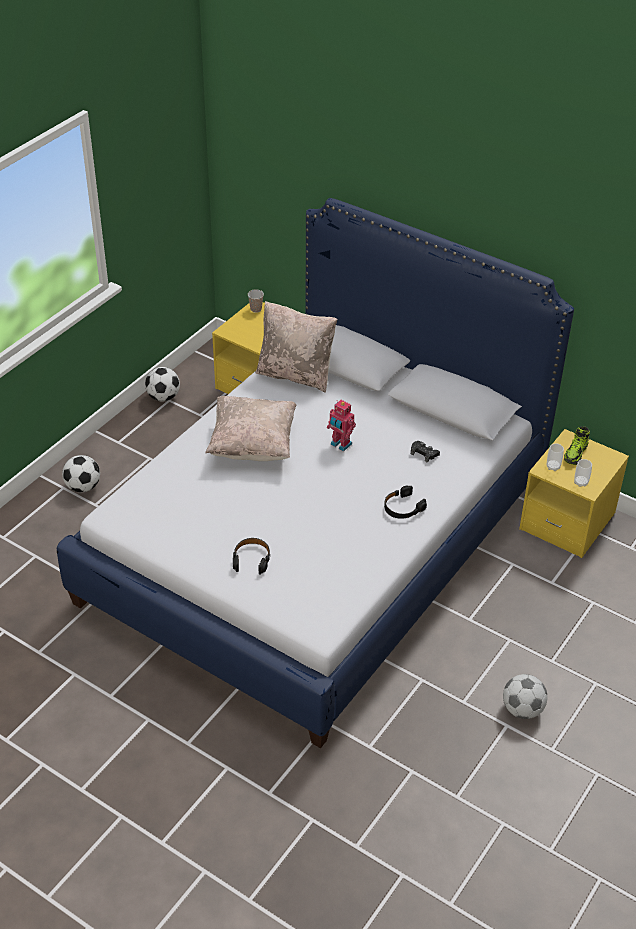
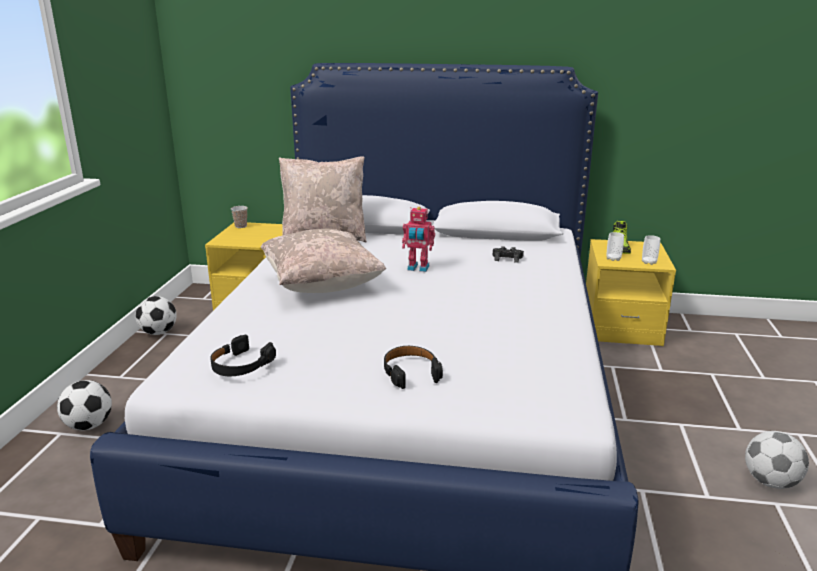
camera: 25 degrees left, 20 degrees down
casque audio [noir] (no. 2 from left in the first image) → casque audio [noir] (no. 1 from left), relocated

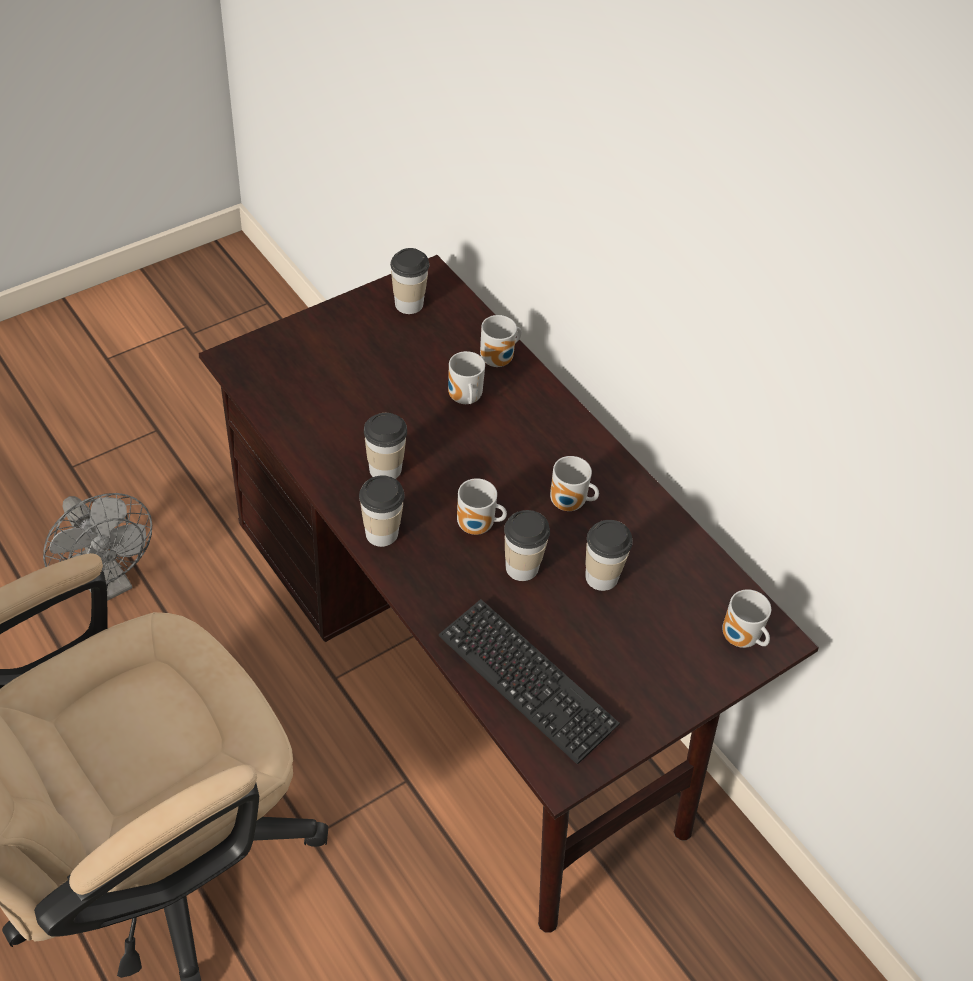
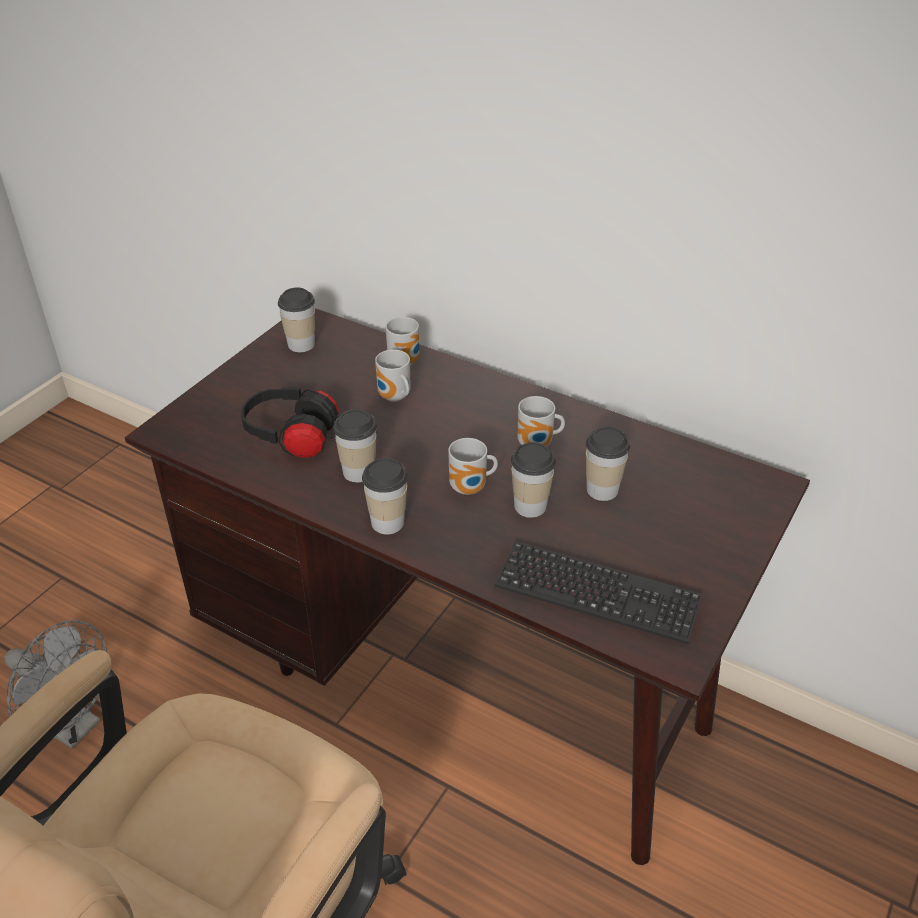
camera: 20 degrees left, 10 degrees down
mug (no. 5 from left) → -
- → casque audio [noir]

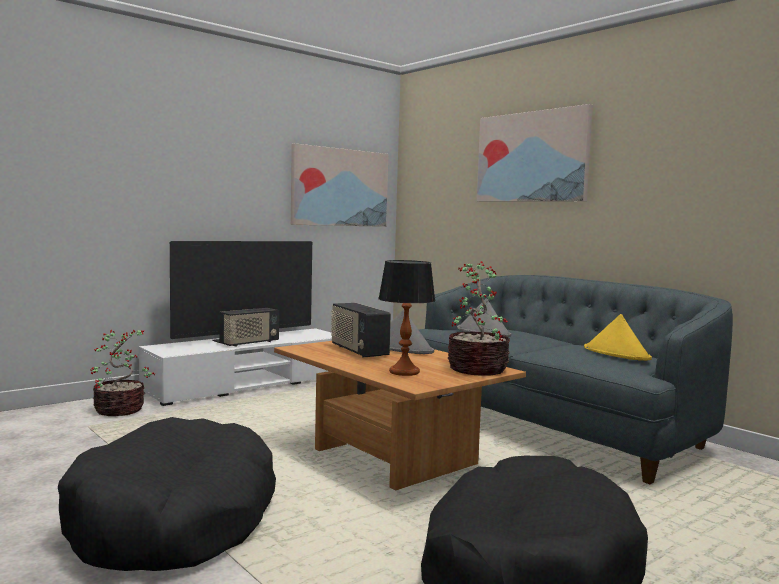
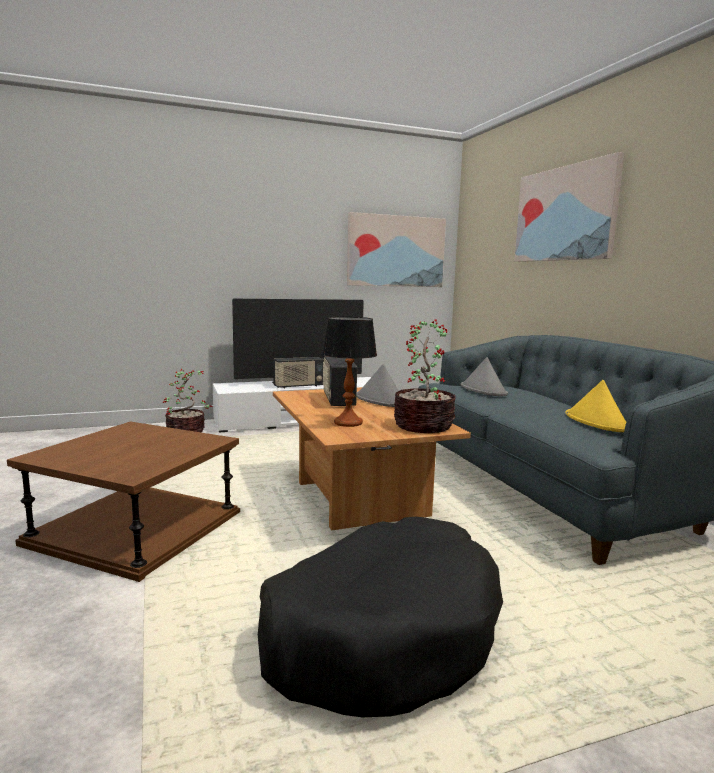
camera: 20 degrees right, 5 degrees up
panier pour chien [noir] (no. 1 from left) → table d'appoint [marron]

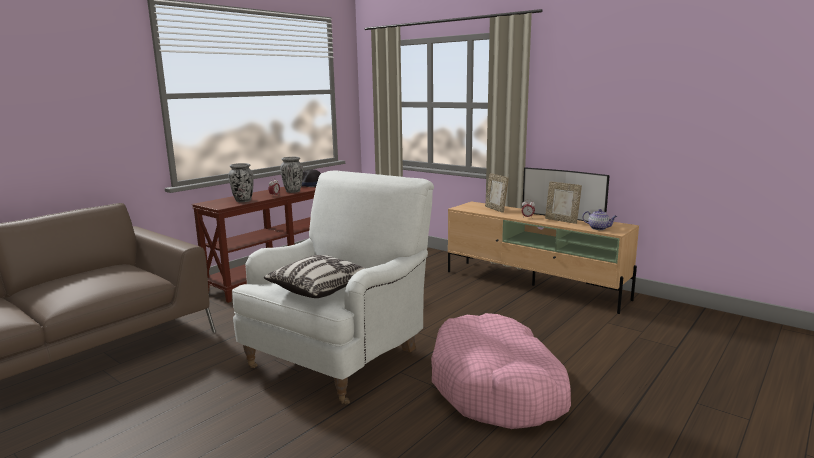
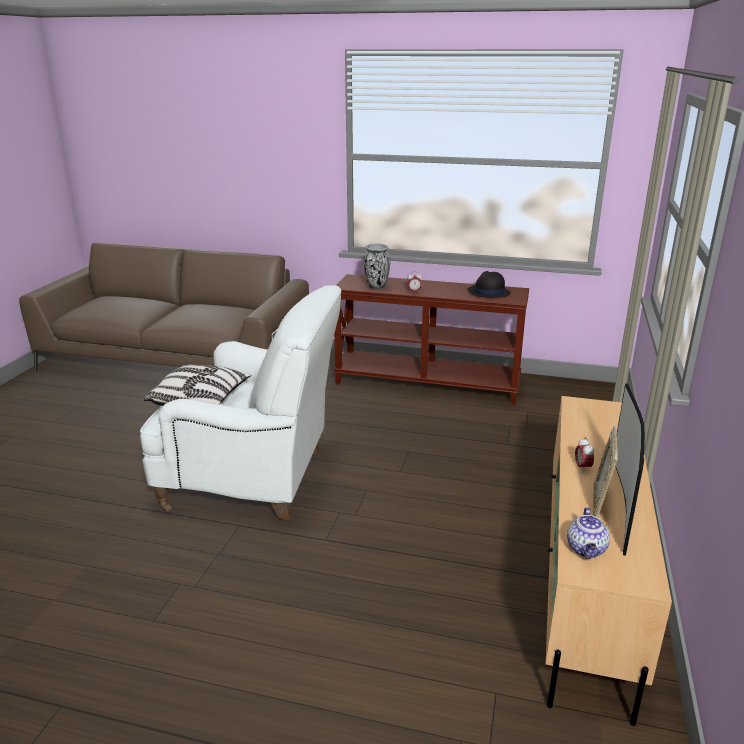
camera: 65 degrees right, 10 degrees up
vase (no. 2 from left) → -
panier pour chien [rose] → -
cadre photo (no. 1 from left) → -

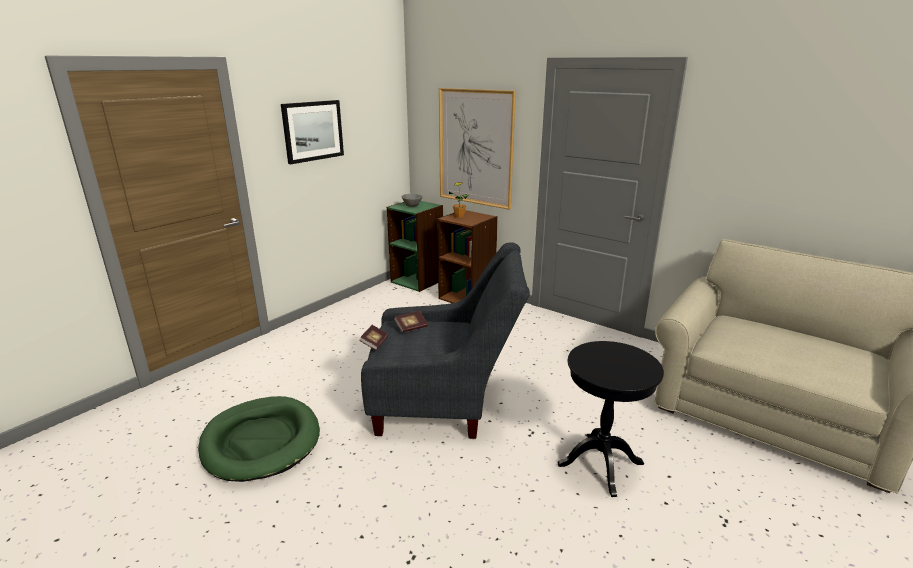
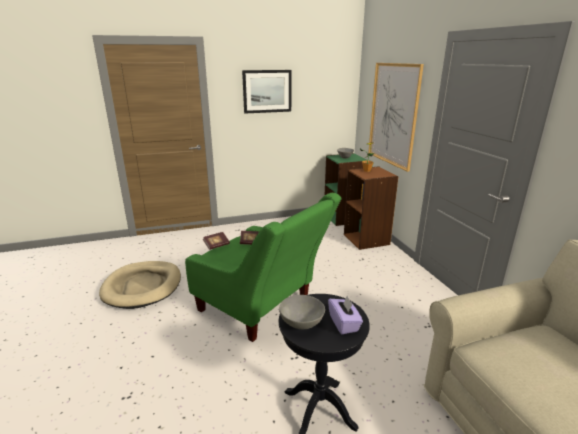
camera: 35 degrees right, 0 degrees up
- → bol [gris] (no. 1 from left)
- → boîte à mouchoirs [violet]
panier pour chien [vert] → panier pour chien [beige]
fauteuil [gris] → fauteuil [vert]

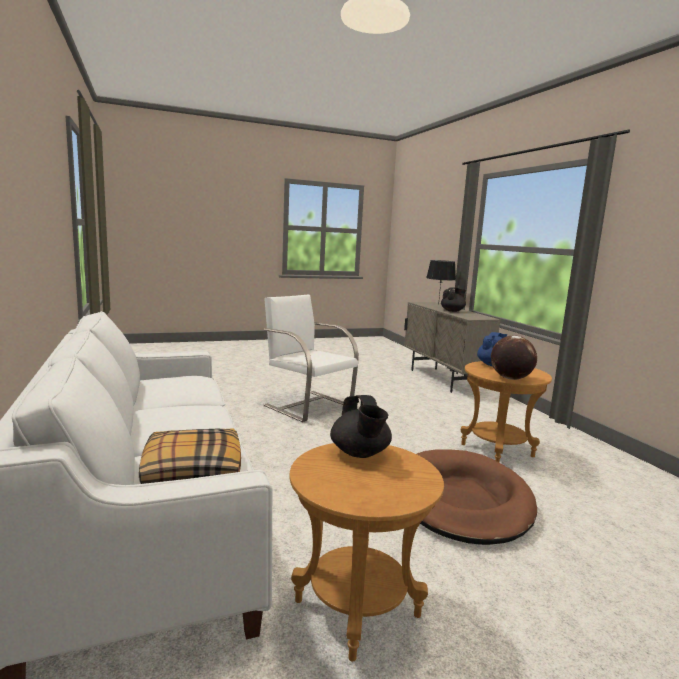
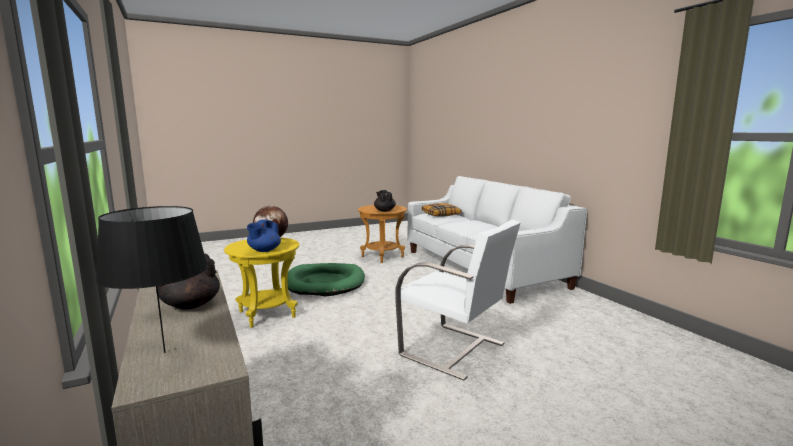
camera: 175 degrees right, 0 degrees up
panier pour chien [marron] → panier pour chien [vert]
table d'appoint [marron] (no. 2 from left) → table d'appoint [jaune]

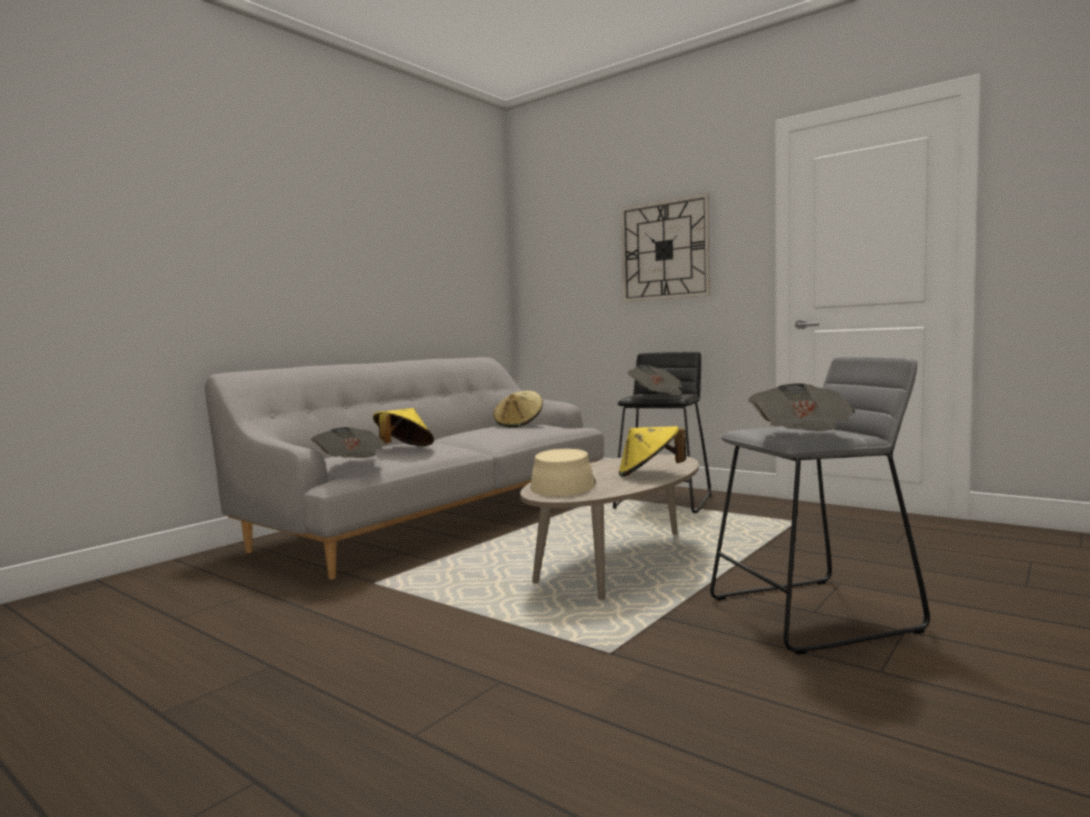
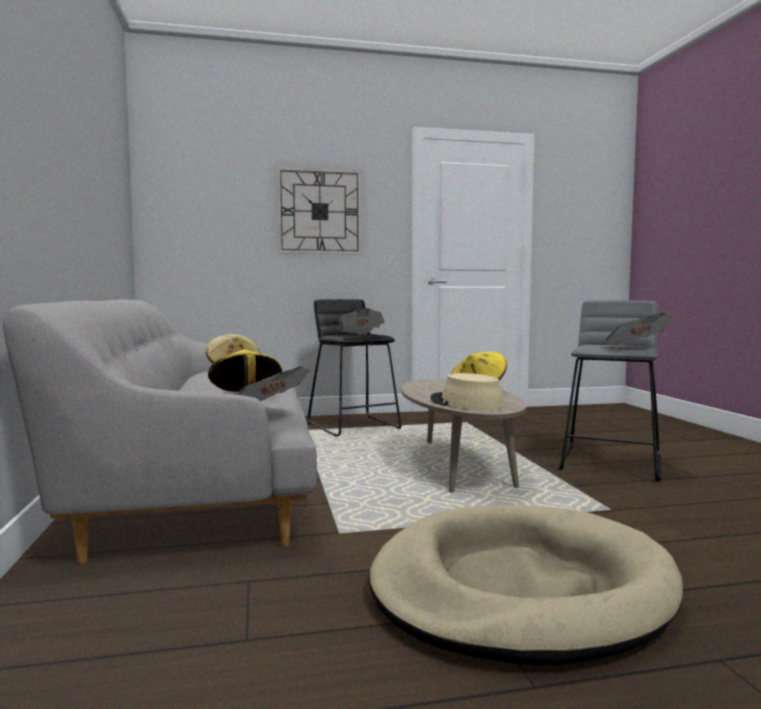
camera: 50 degrees left, 0 degrees up
- → panier pour chien [beige]

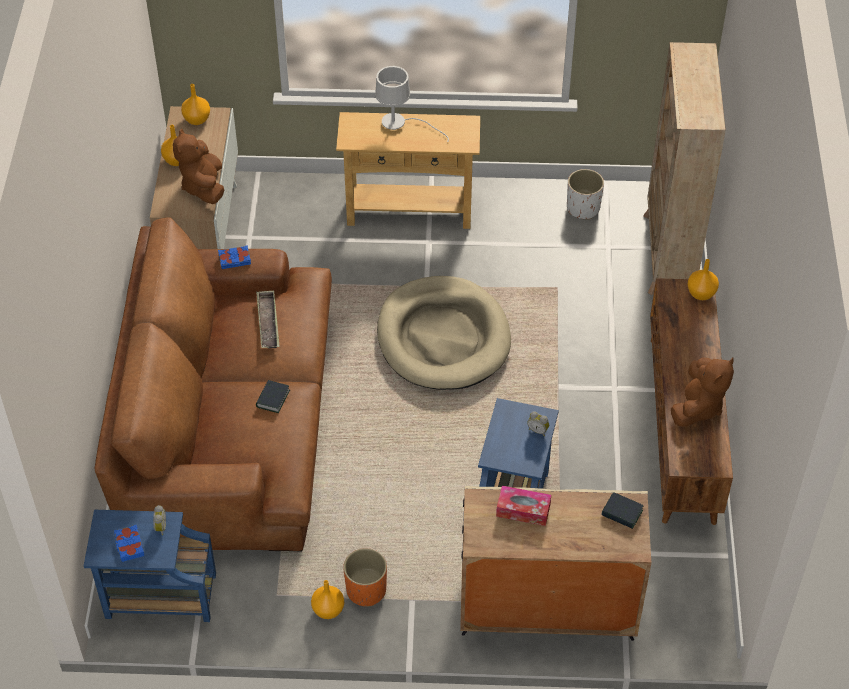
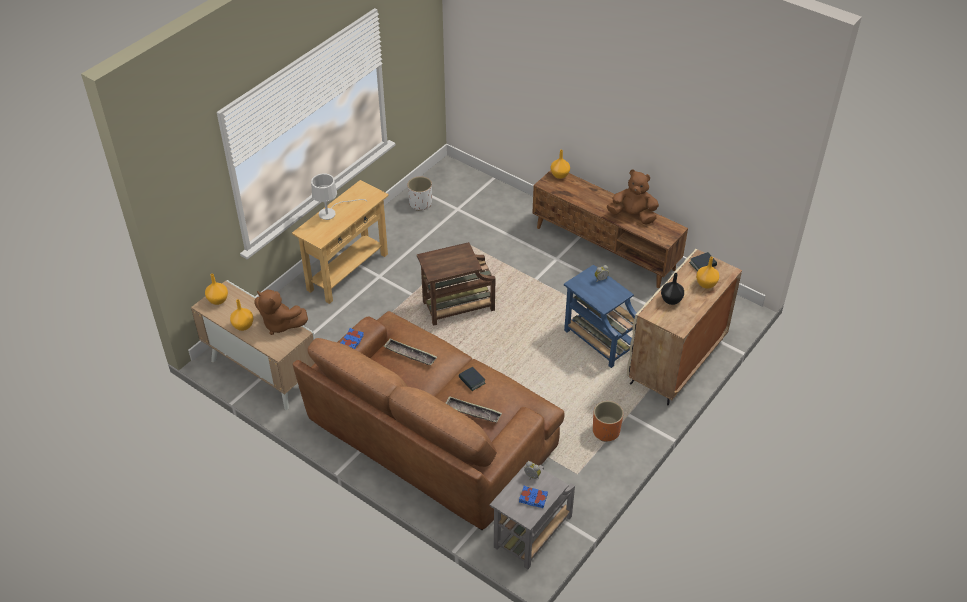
camera: 55 degrees left, 5 degrees down
bibliothèque [beige] → -
- → plateau (no. 2 from left)
vase [orange] (no. 3 from left in the first image) → vase [orange] (no. 4 from left), relocated
panier pour chien [beige] → table d'appoint [marron]
boîte à mouchoirs → vase [noir]
table d'appoint [bleu] (no. 1 from left) → table d'appoint [gris]
peluche [marron] (no. 2 from left), 45 degrees counterclockwise

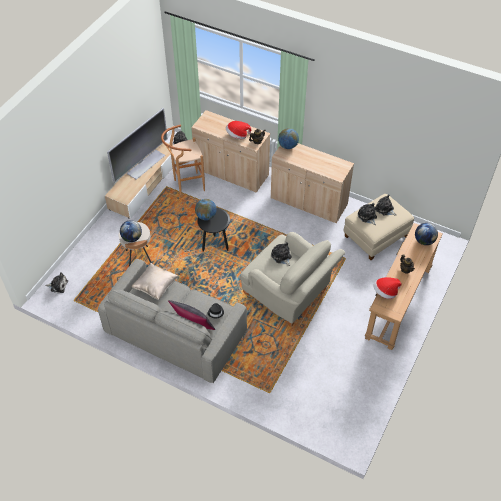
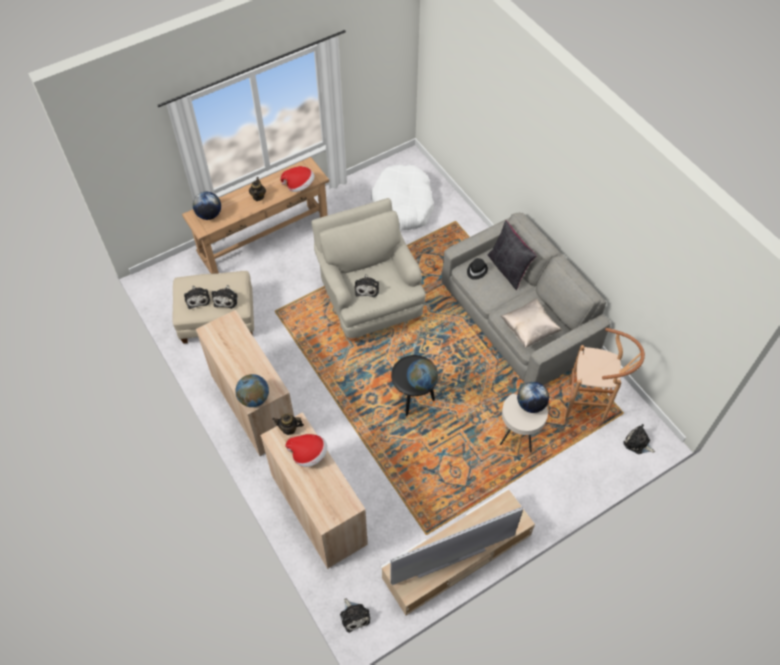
camera: 150 degrees left, 5 degrees up
- → panier pour chien [blanc]
tabouret [marron], relocated

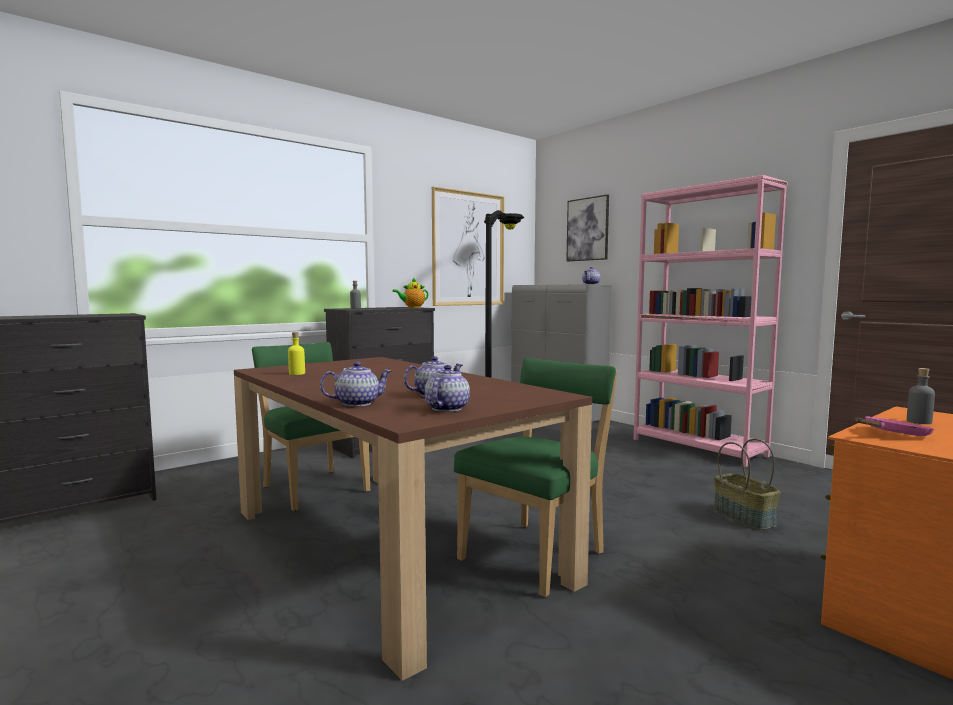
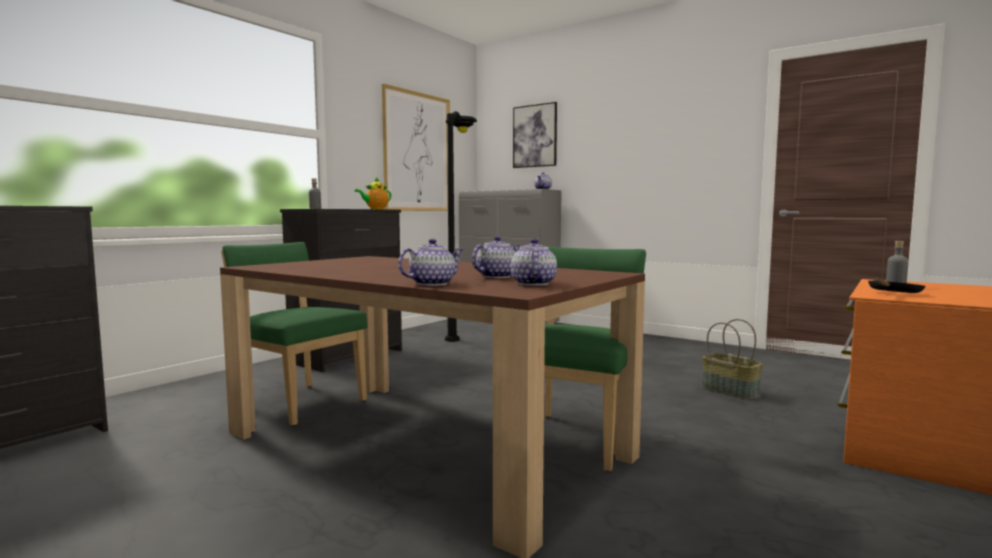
camera: 15 degrees left, 0 degrees up
bouteille [jaune] → -
bibliothèque [rose] → -
poêle [rose] → poêle [noir]

